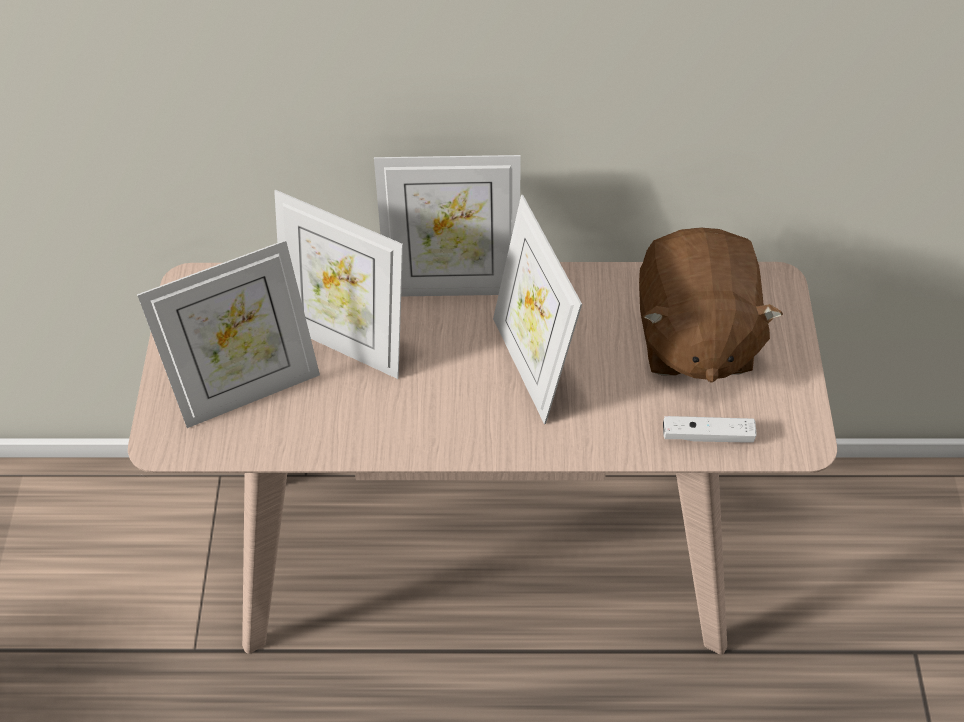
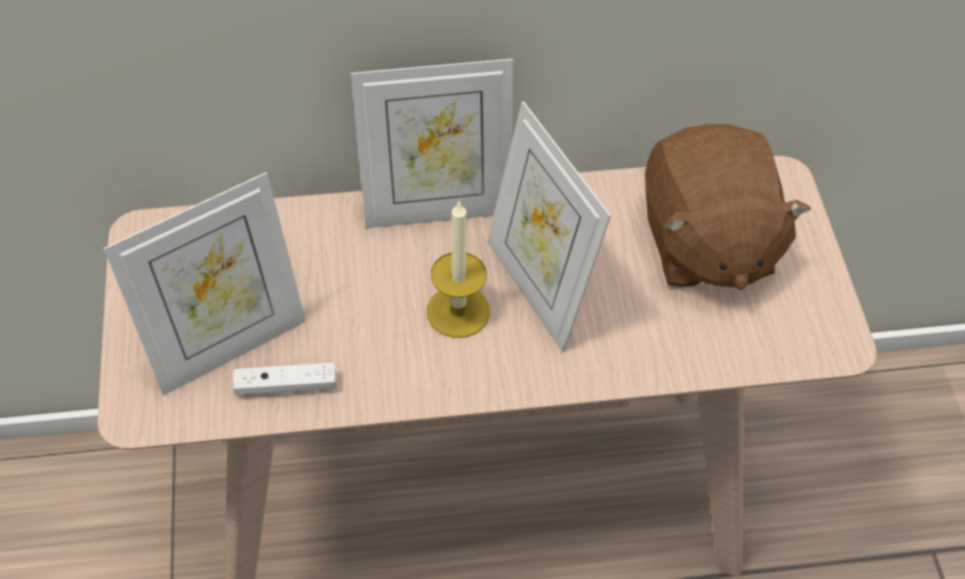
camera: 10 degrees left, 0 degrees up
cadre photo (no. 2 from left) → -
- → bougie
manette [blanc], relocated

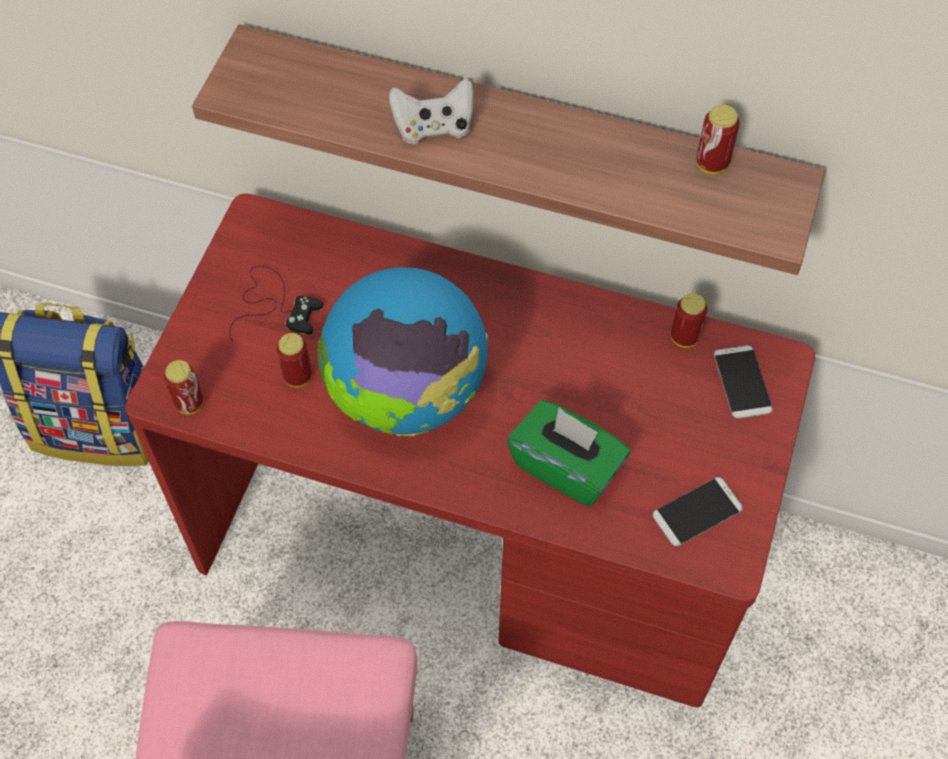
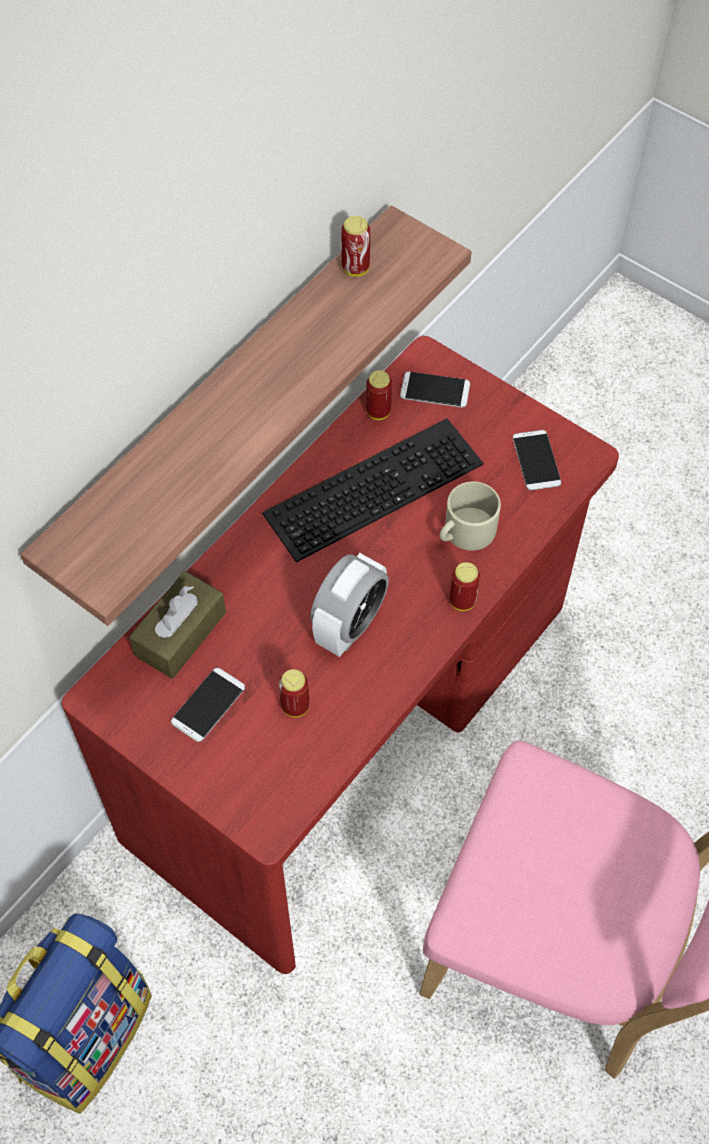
camera: 70 degrees left, 0 degrees up
manette [blanc] → -
- → boîte à mouchoirs [marron]
- → clavier
boîte métallique (no. 1 from left in the first image) → boîte métallique (no. 4 from left), relocated
manette [noir] → téléphone (no. 1 from left)
globe → réveil
boîte à mouchoirs [vert] → mug [beige]

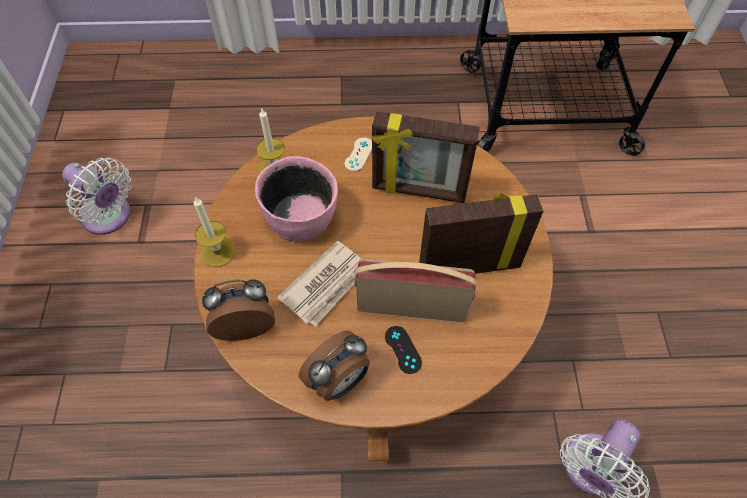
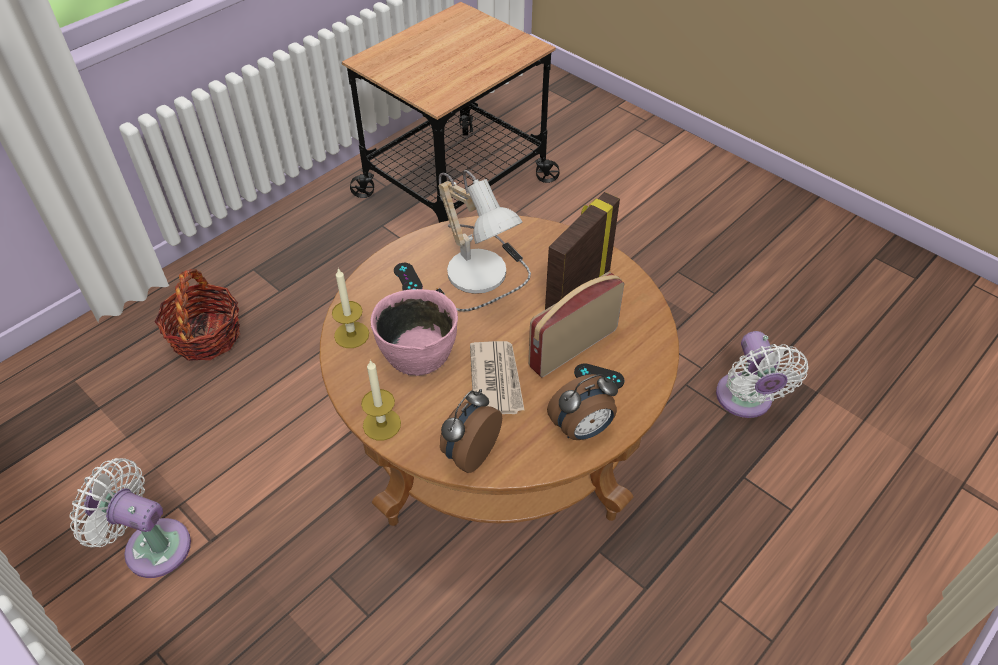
camera: 45 degrees left, 10 degrees down
- → panier
cadre photo (no. 1 from left) → lampe de table
manette [beige] → manette [noir] (no. 1 from left)
ventilateur [blanc] (no. 1 from left), 150 degrees counterclockwise
réveil (no. 2 from left), 60 degrees clockwise

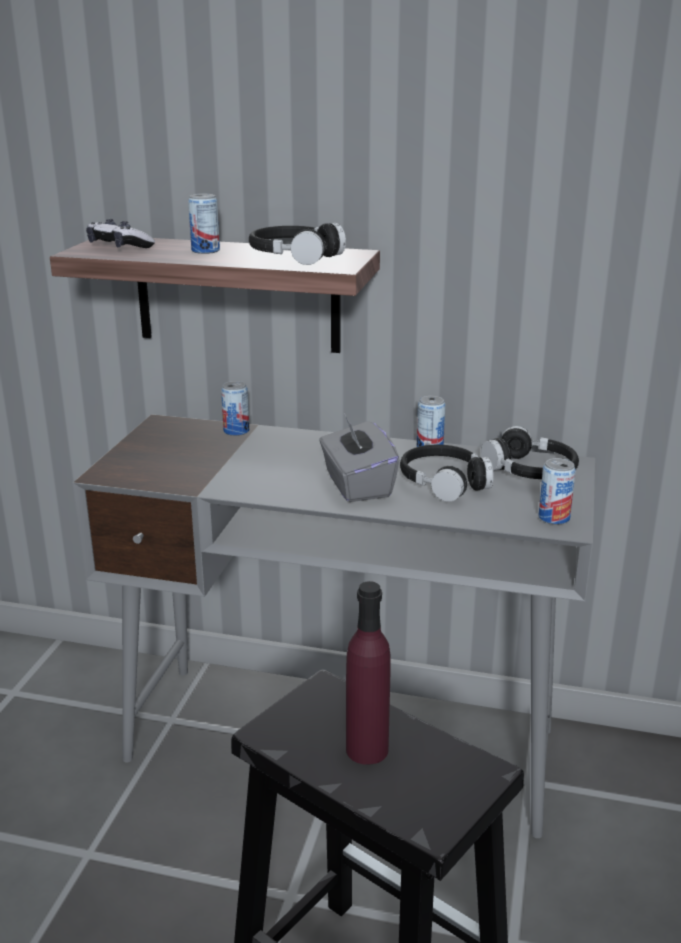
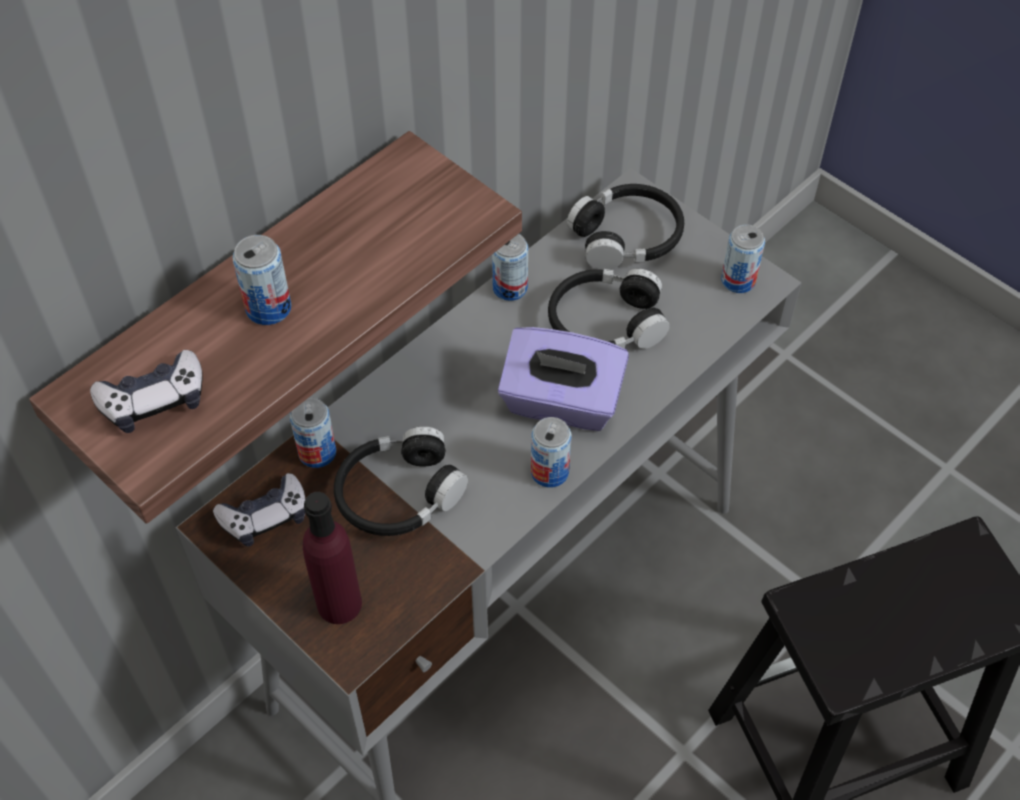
camera: 60 degrees left, 30 degrees up
- → manette (no. 2 from left)
- → boîte métallique (no. 4 from left)
casque audio [noir] (no. 1 from left), relocated
bouteille [violet], relocated
boîte à mouchoirs [gris] → boîte à mouchoirs [violet]

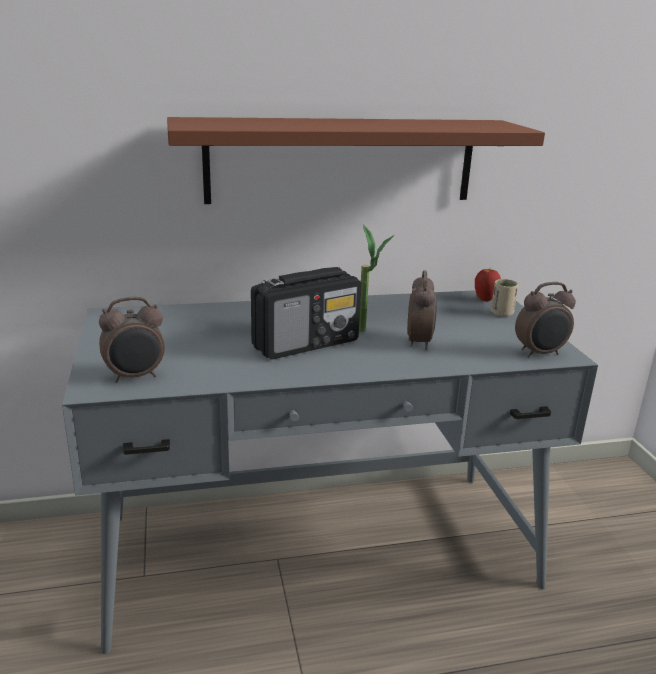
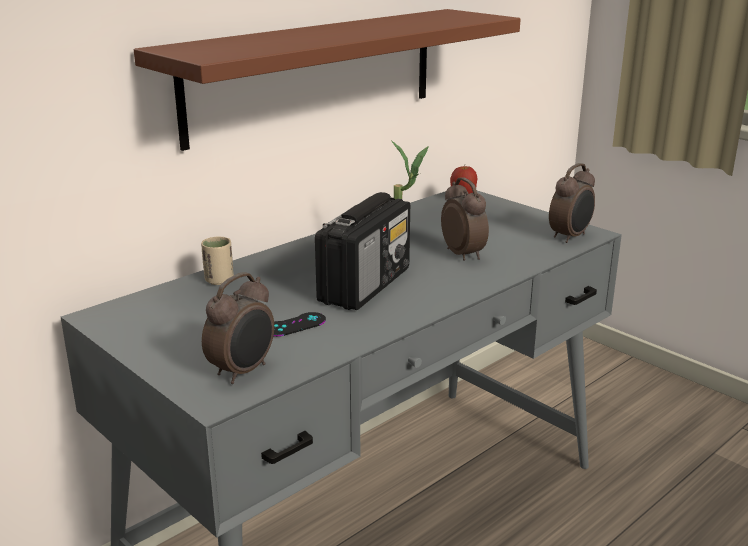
camera: 30 degrees left, 0 degrees up
- → manette [noir]
tasse [beige], relocated

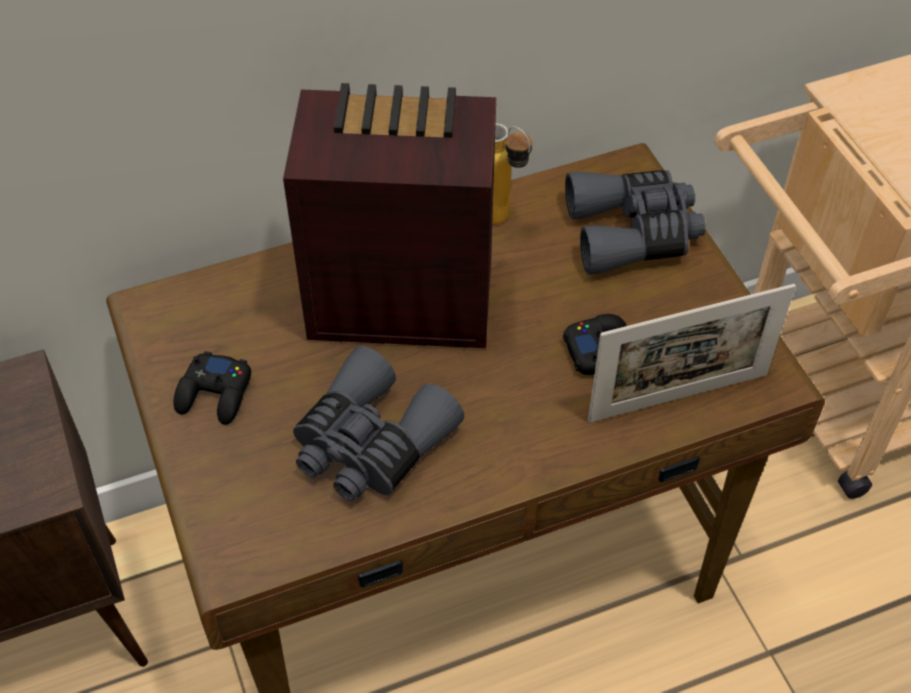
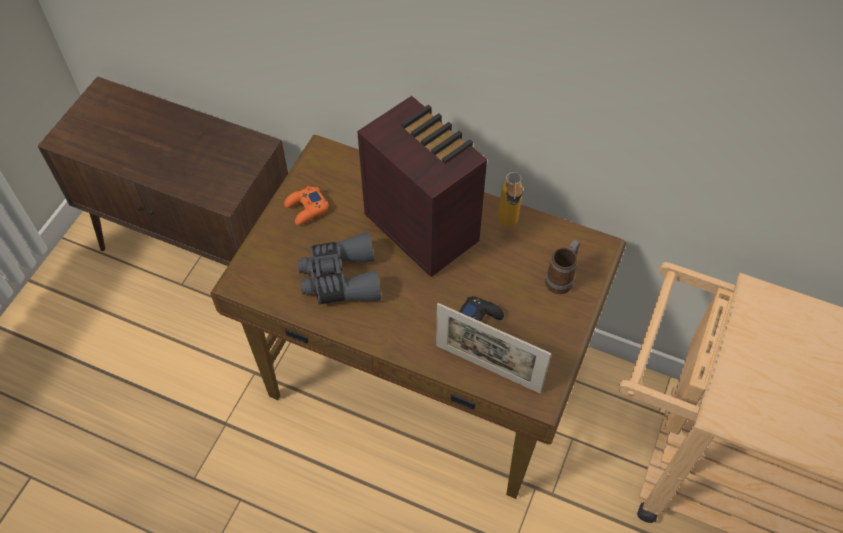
camera: 45 degrees right, 5 degrees up
jumelles [gris] (no. 2 from left) → mug
manette [noir] (no. 1 from left) → manette [orange]

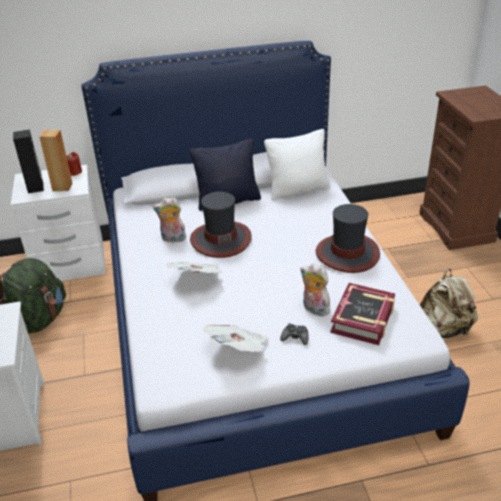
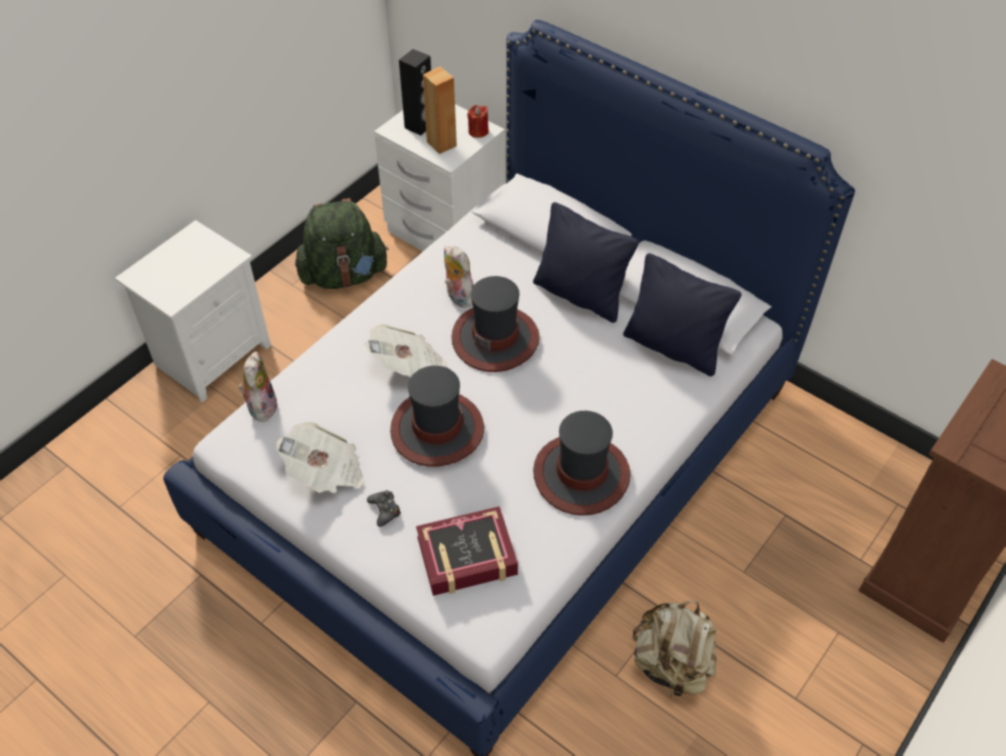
camera: 50 degrees right, 15 degrees up
- → chapeau (no. 1 from left)
peluche (no. 2 from left in the first image) → peluche (no. 1 from left), relocated
coussin [blanc] → coussin [noir] (no. 2 from left)

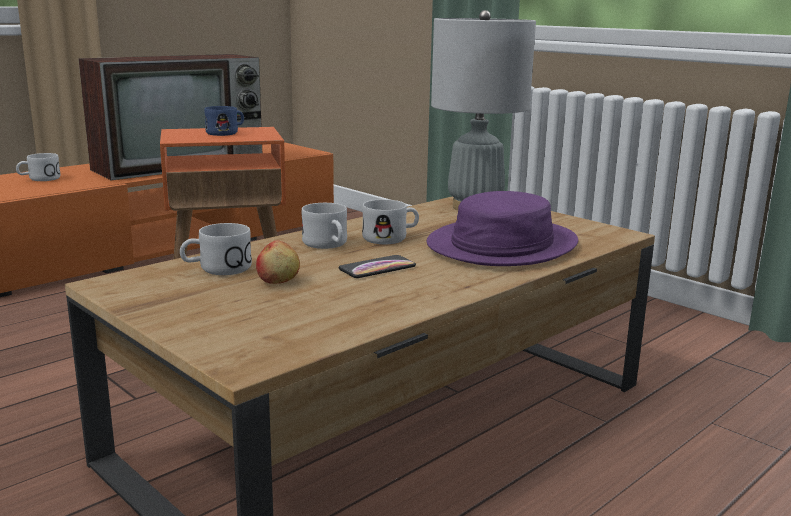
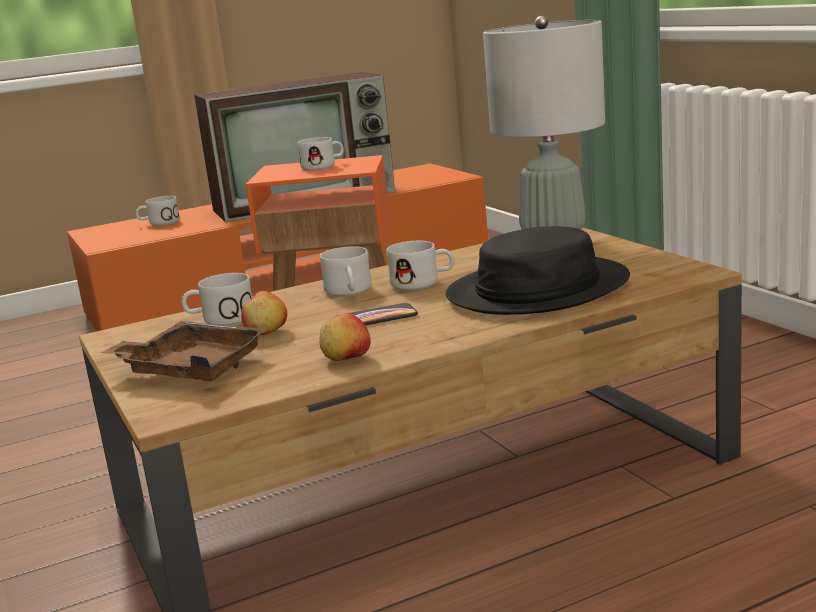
camera: 20 degrees right, 0 degrees up
- → plateau [marron]
- → pomme (no. 2 from left)
mug [bleu] → mug [blanc] (no. 3 from left)
chapeau [violet] → chapeau [noir]

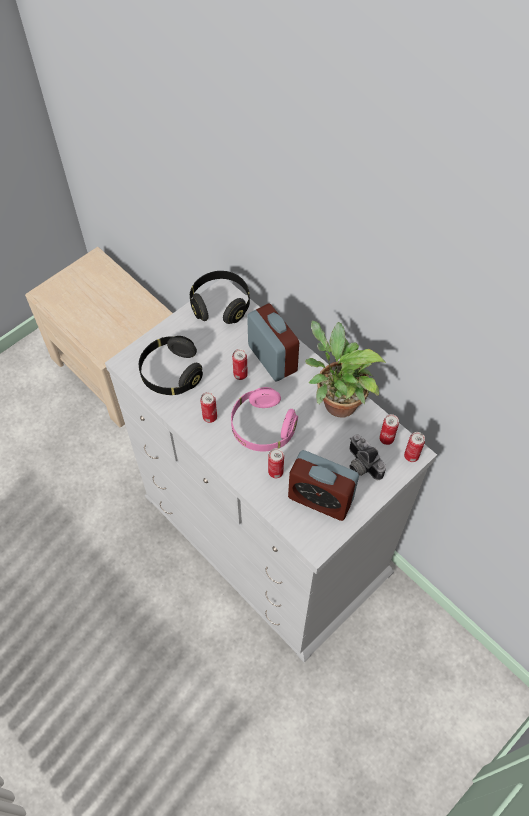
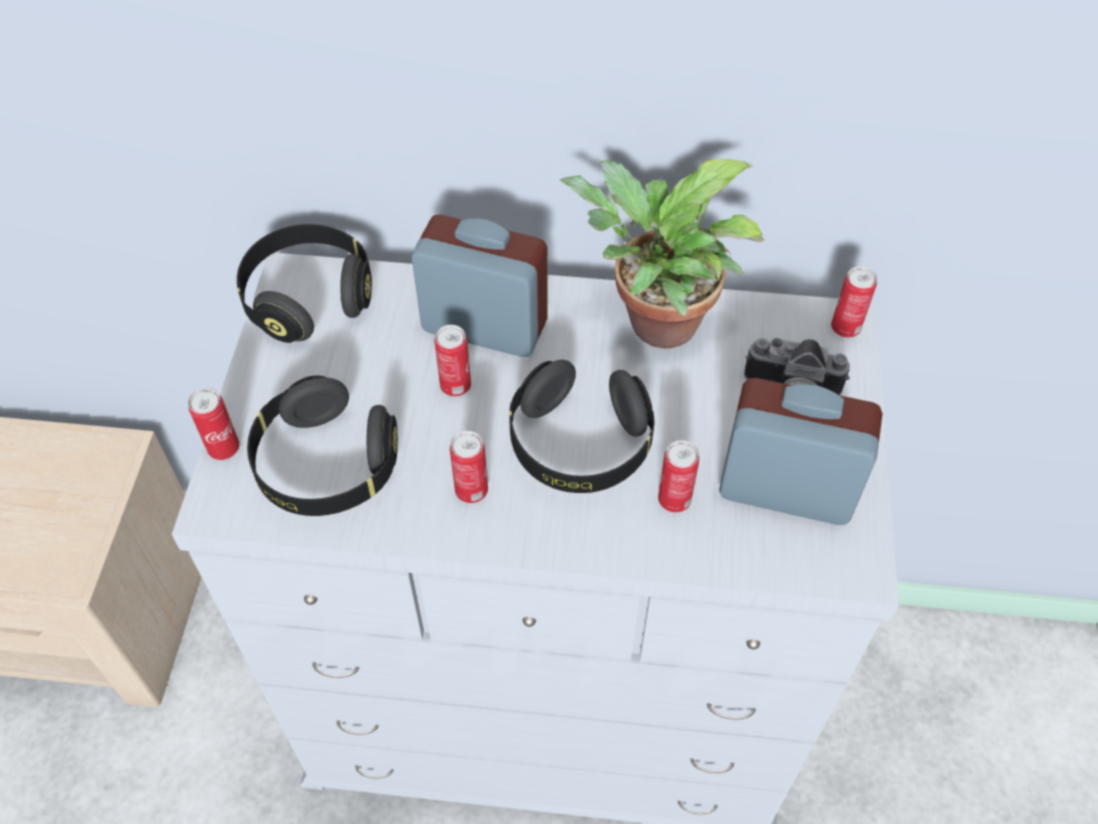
camera: 40 degrees left, 5 degrees down
boîte métallique (no. 4 from left in the first image) → boîte métallique (no. 1 from left), relocated
casque audio [rose] → casque audio [noir] (no. 3 from left)
réveil (no. 2 from left), 150 degrees counterclockwise

